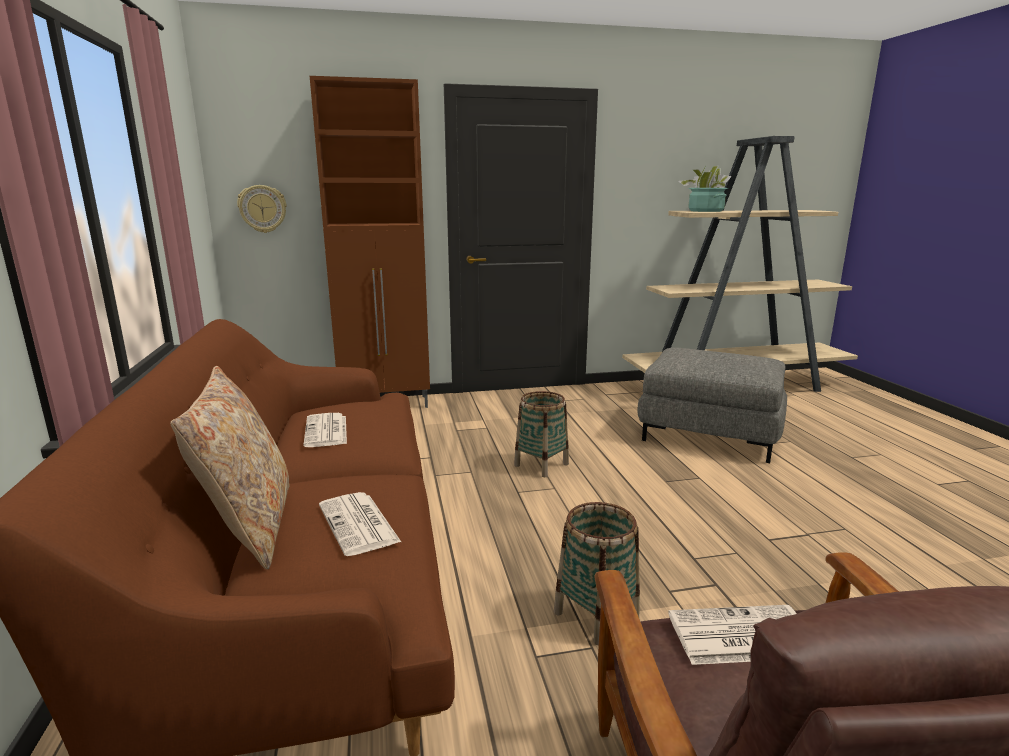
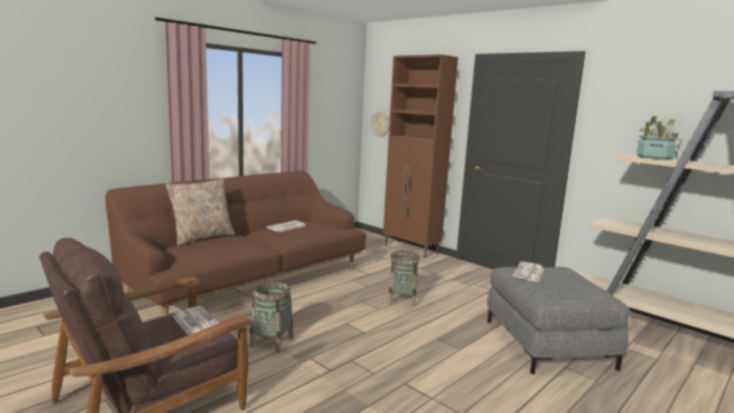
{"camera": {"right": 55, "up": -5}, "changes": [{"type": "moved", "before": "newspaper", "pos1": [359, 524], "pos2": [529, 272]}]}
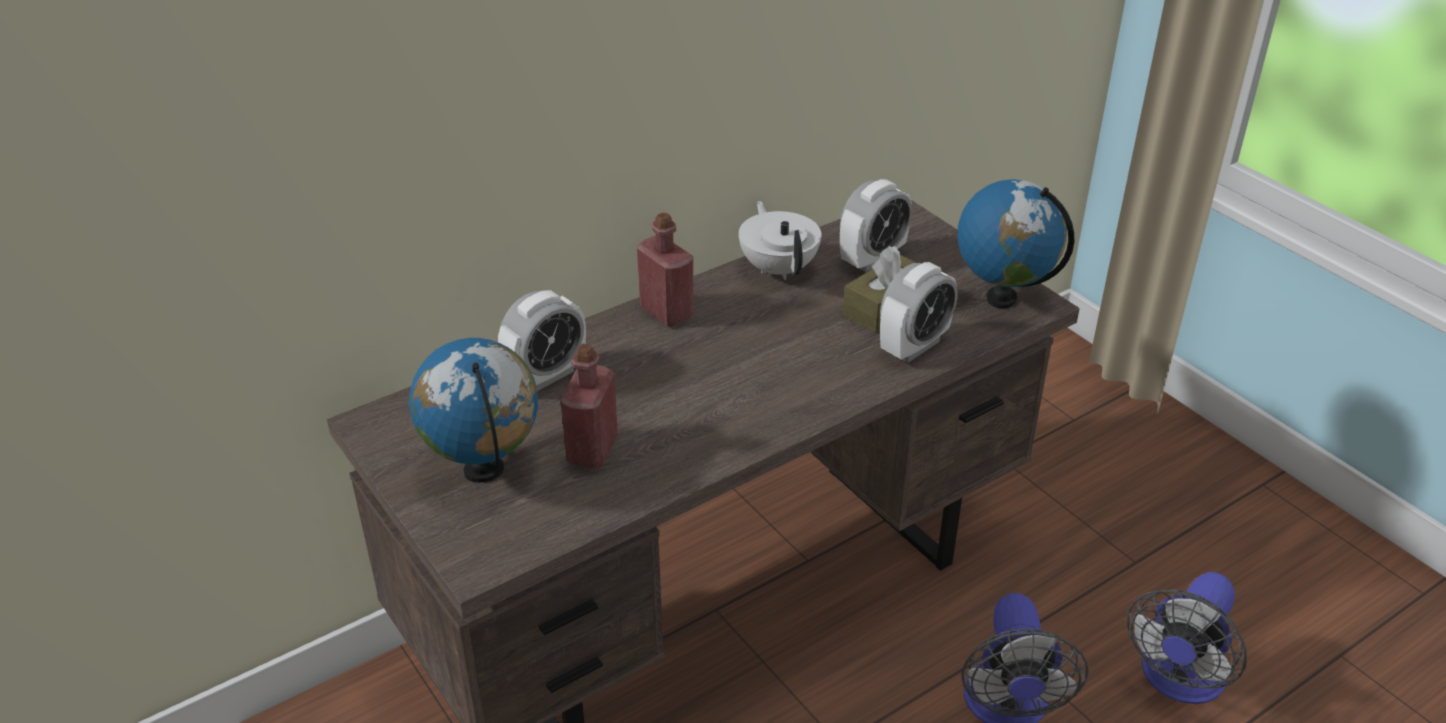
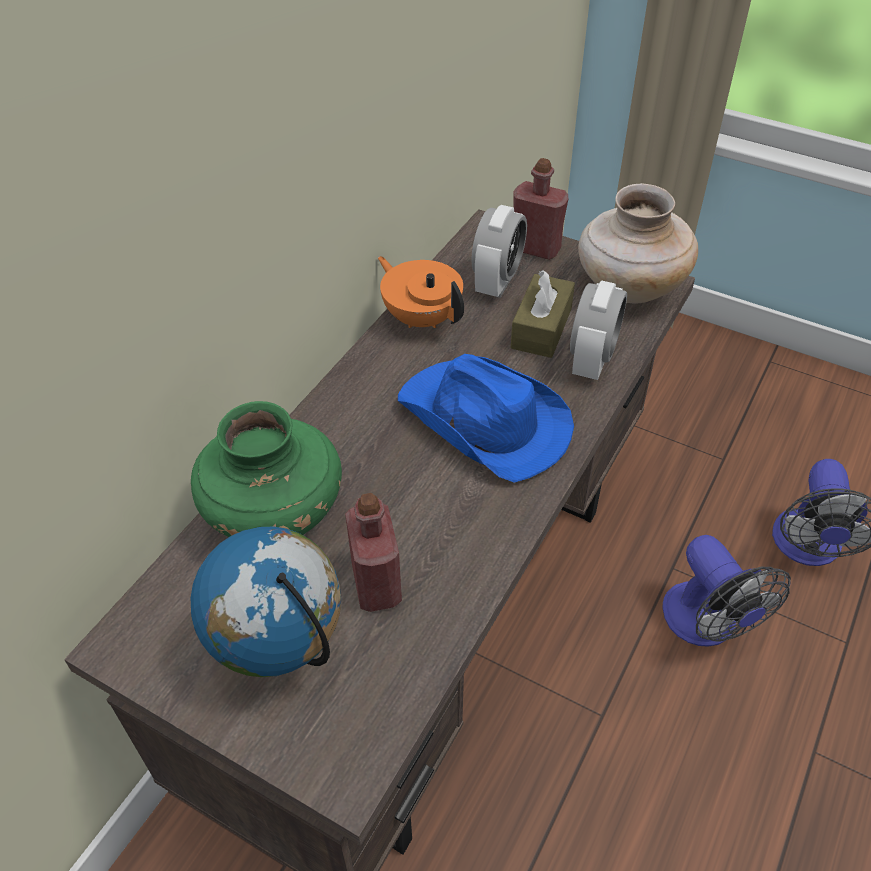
{"camera": {"right": -25, "up": 10}, "changes": [{"type": "replaced", "before": "bedside clock", "after": "green-coloured vase", "pos1": [546, 376], "pos2": [275, 515]}, {"type": "recoloured", "before": "whitish tea pot", "after": "orange-coloured tea pot", "pos1": [779, 268], "pos2": [422, 317]}, {"type": "added", "after": "blue-coloured wearable hat", "pos2": [484, 422]}, {"type": "moved", "before": "red-coloured bottle", "pos1": [666, 312], "pos2": [536, 248]}, {"type": "replaced", "before": "world globe", "after": "beige vase", "pos1": [1001, 298], "pos2": [629, 287]}]}
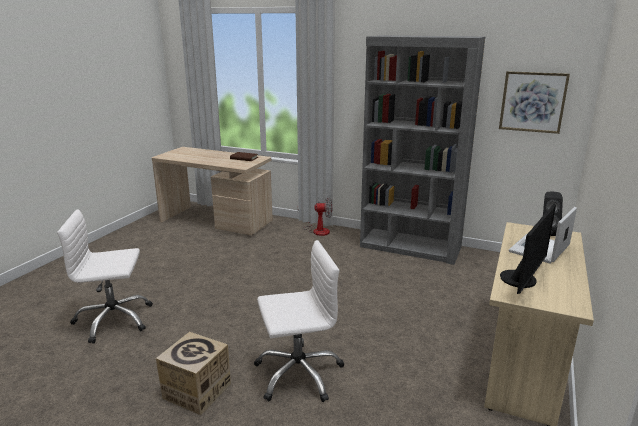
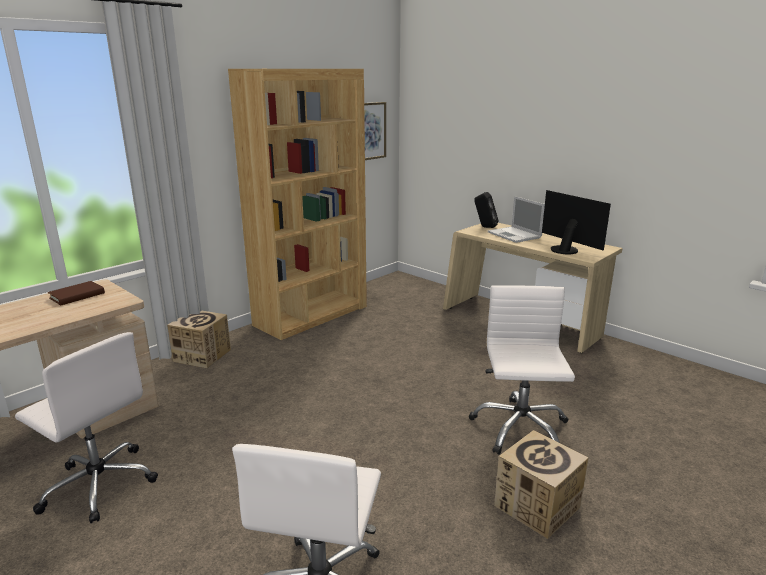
{"camera": {"right": -70, "up": 0}, "changes": [{"type": "added", "after": "whitish desk chair", "pos2": [99, 484]}, {"type": "replaced", "before": "cooling fan", "after": "cardboard box", "pos1": [317, 230], "pos2": [202, 355]}, {"type": "recoloured", "before": "gray bookcase", "after": "brown-coloured bookcase", "pos1": [410, 247], "pos2": [311, 315]}]}
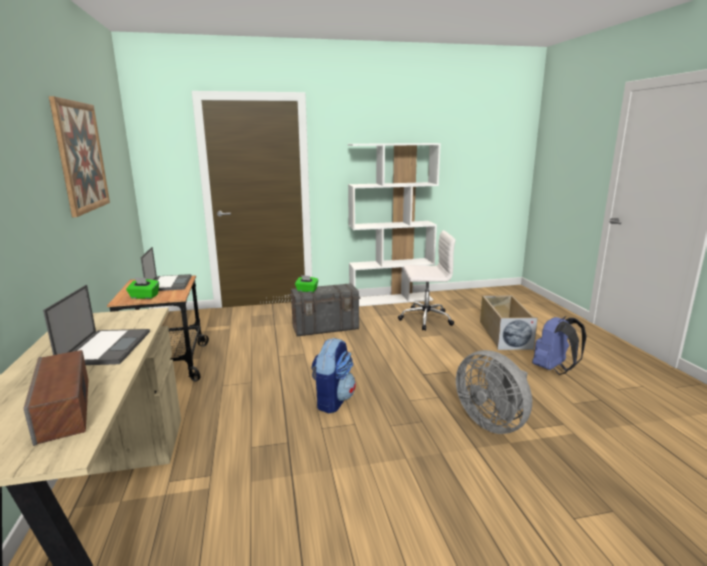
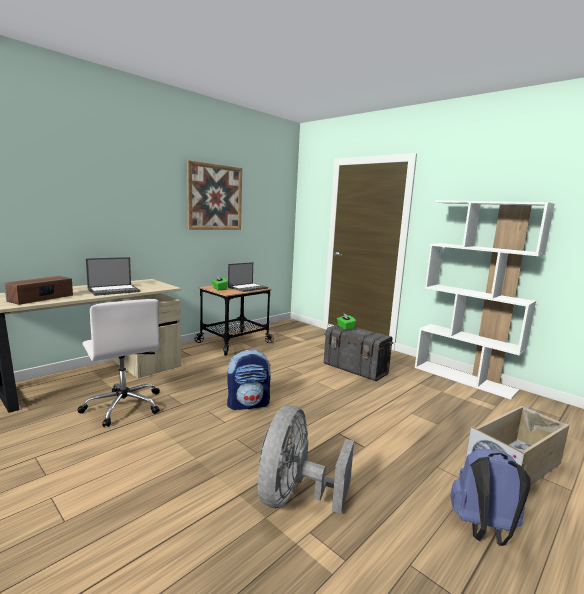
{"camera": {"right": 55, "up": -5}, "changes": [{"type": "moved", "before": "whitish desk chair", "pos1": [424, 319], "pos2": [123, 406]}]}
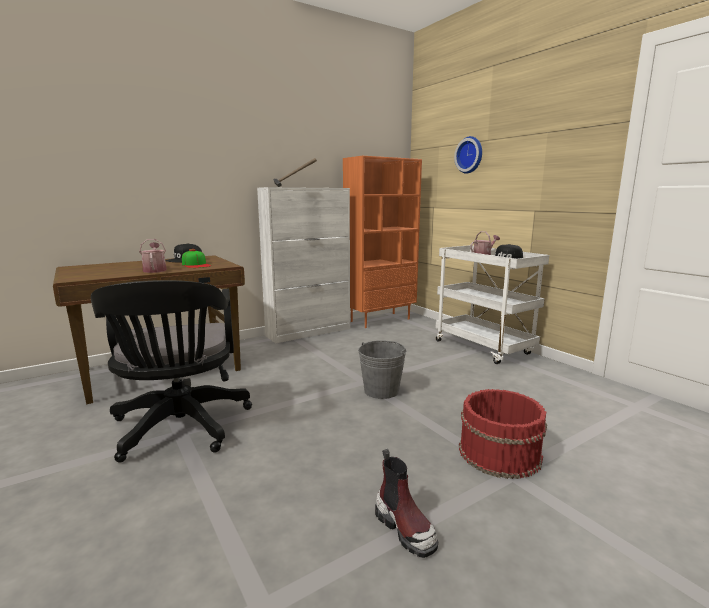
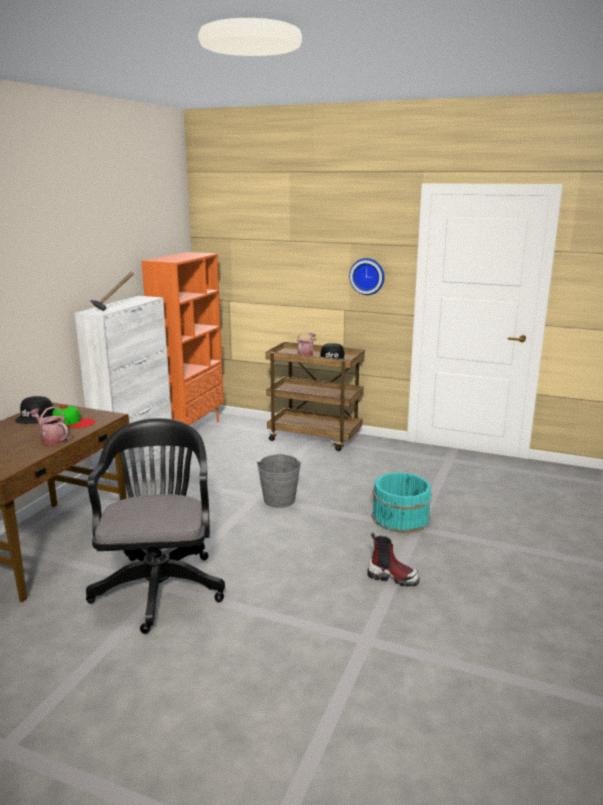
{"camera": {"right": -35, "up": 5}, "changes": [{"type": "turned", "before": "black-coloured desk chair", "pos1": [180, 429], "pos2": [160, 584], "turn": -135}, {"type": "recoloured", "before": "whitish wheeled cart", "after": "brown-coloured wheeled cart", "pos1": [484, 348], "pos2": [315, 438]}, {"type": "moved", "before": "clock on the wall", "pos1": [470, 155], "pos2": [367, 276]}, {"type": "recoloured", "before": "red-coloured pail", "after": "turquoise-coloured pail", "pos1": [498, 452], "pos2": [399, 517]}]}
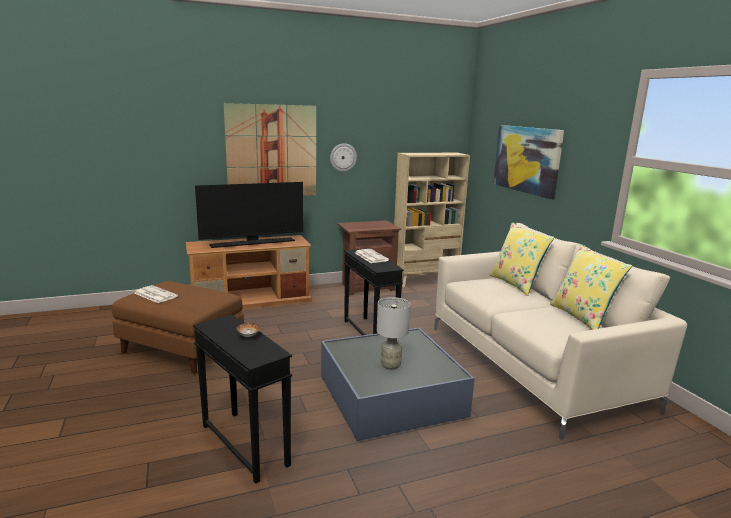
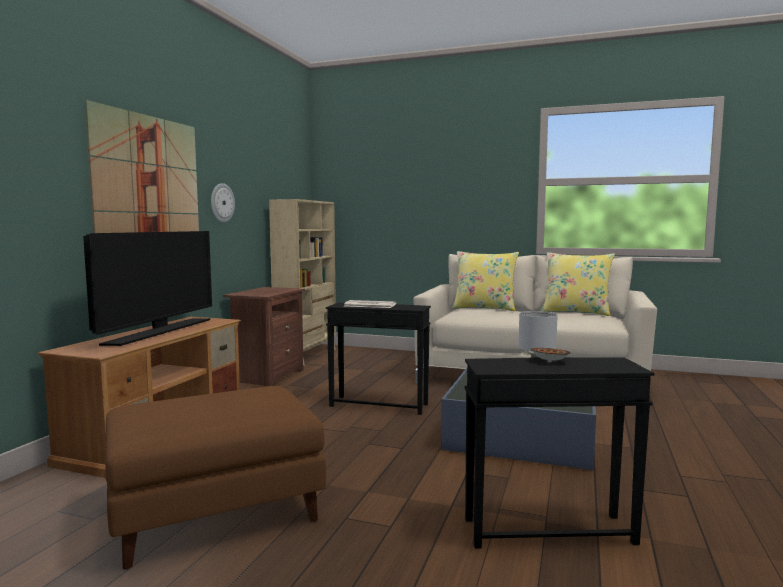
{"camera": {"right": -50, "up": -10}, "changes": [{"type": "removed", "before": "newspaper", "pos1": [155, 295]}, {"type": "removed", "before": "wall art", "pos1": [526, 159]}]}
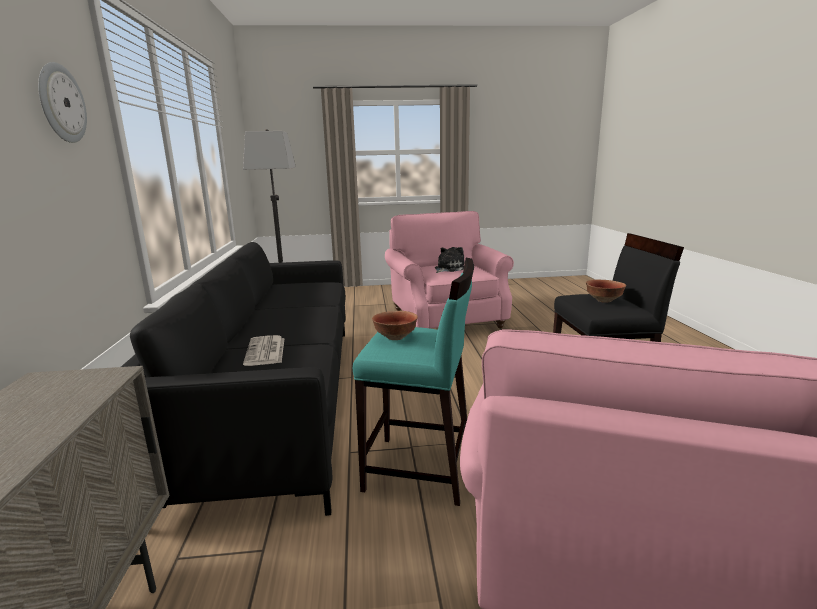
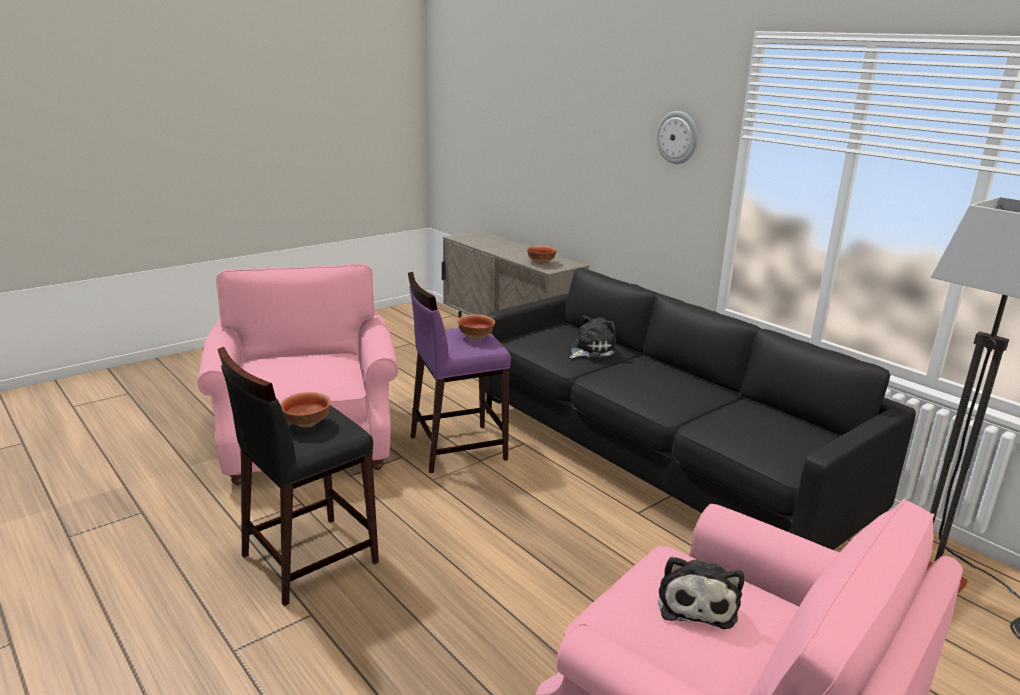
{"camera": {"right": 145, "up": 5}, "changes": [{"type": "recoloured", "before": "turquoise-coloured stool", "after": "purple stool", "pos1": [419, 470], "pos2": [456, 447]}, {"type": "added", "after": "serving bowl", "pos2": [540, 263]}, {"type": "replaced", "before": "newspaper", "after": "cuddly toy", "pos1": [266, 351], "pos2": [590, 350]}]}
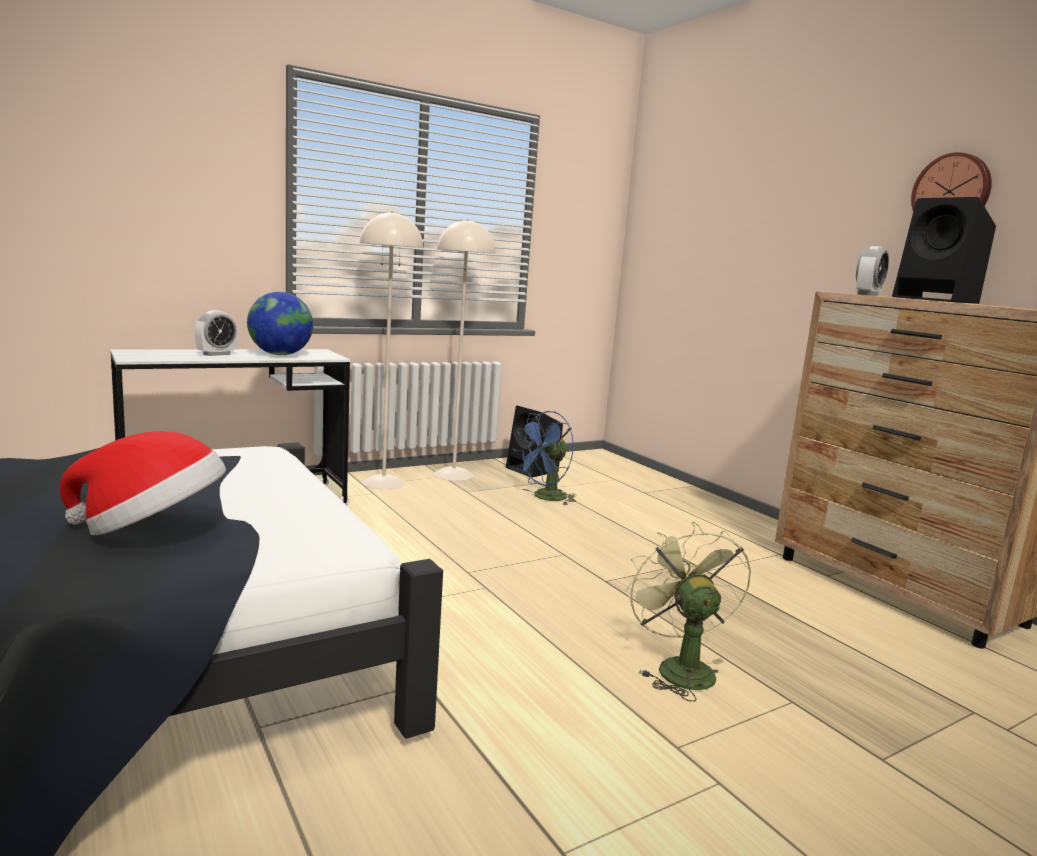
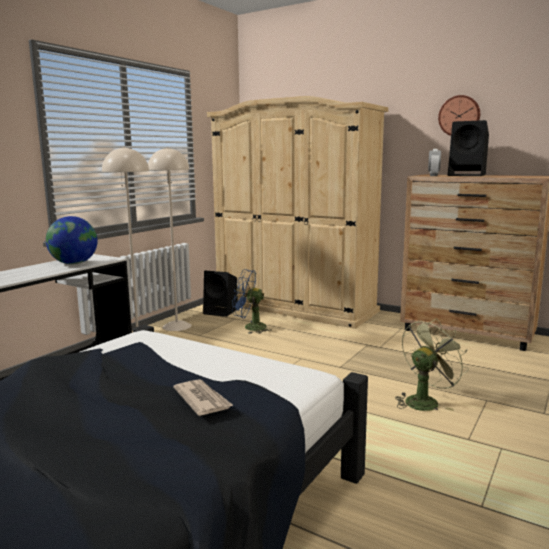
{"camera": {"right": -25, "up": 0}, "changes": [{"type": "replaced", "before": "wearable hat", "after": "newspaper", "pos1": [152, 528], "pos2": [202, 399]}, {"type": "added", "after": "beige clothes cupboard", "pos2": [294, 307]}, {"type": "turned", "before": "blue-coloured cooling fan", "pos1": [545, 498], "pos2": [250, 327], "turn": 75}, {"type": "turned", "before": "green-coloured cooling fan", "pos1": [678, 667], "pos2": [425, 401], "turn": 90}, {"type": "removed", "before": "bedside clock", "pos1": [216, 354]}]}
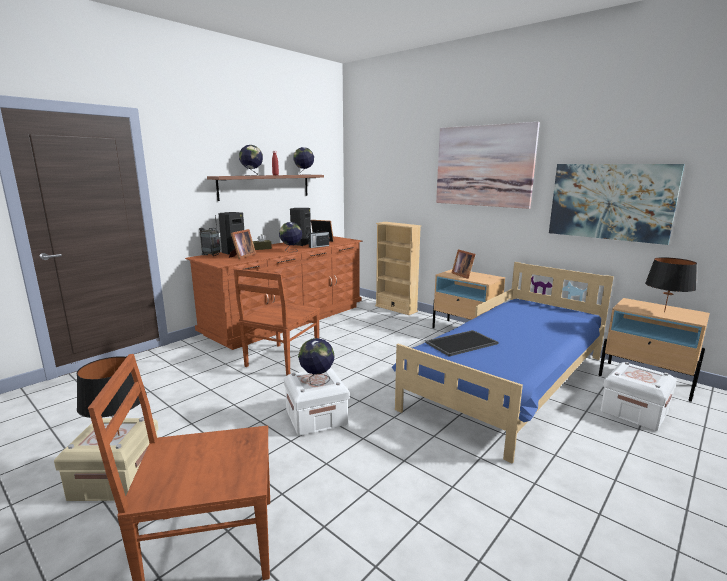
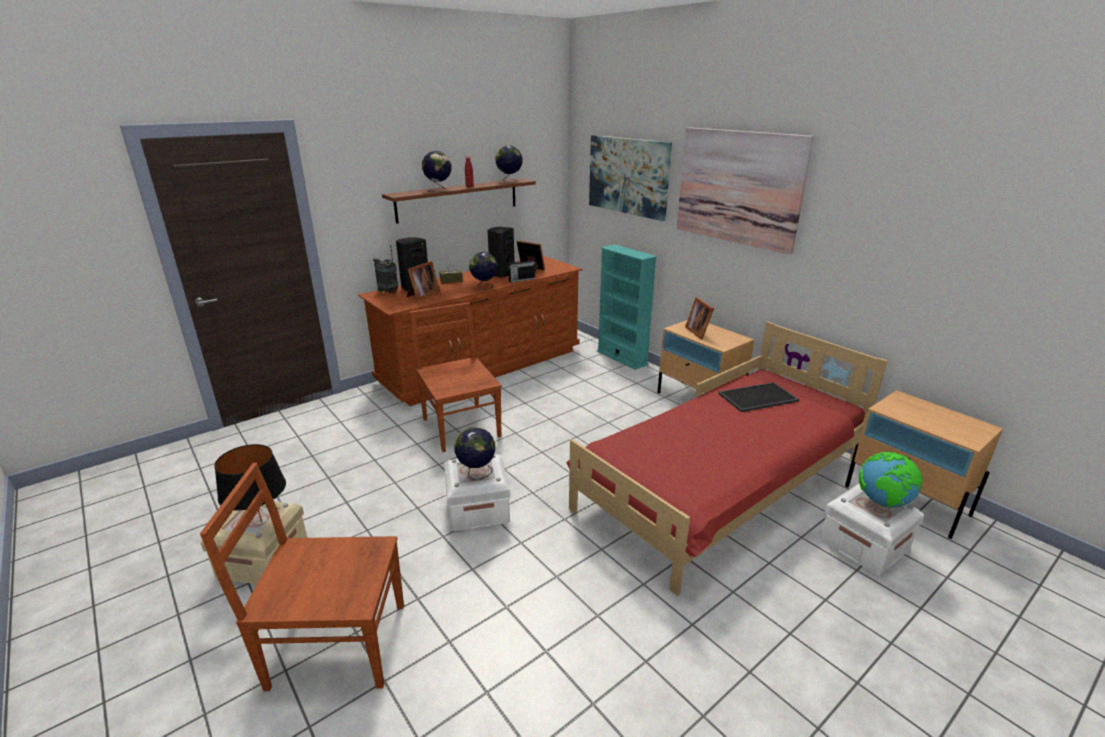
{"camera": {"right": 10, "up": 10}, "changes": [{"type": "turned", "before": "brown-coloured upright chair", "pos1": [281, 360], "pos2": [460, 426], "turn": 120}, {"type": "recoloured", "before": "blue-coloured bed", "after": "red-coloured bed", "pos1": [510, 382], "pos2": [723, 485]}, {"type": "moved", "before": "wall art", "pos1": [610, 201], "pos2": [628, 176]}, {"type": "recoloured", "before": "beige bookcase", "after": "turquoise-coloured bookcase", "pos1": [396, 308], "pos2": [622, 357]}, {"type": "moved", "before": "carrying tray", "pos1": [461, 344], "pos2": [758, 398]}, {"type": "added", "after": "world globe", "pos2": [883, 502]}, {"type": "removed", "before": "black-coloured lamp for a table", "pos1": [664, 312]}]}
